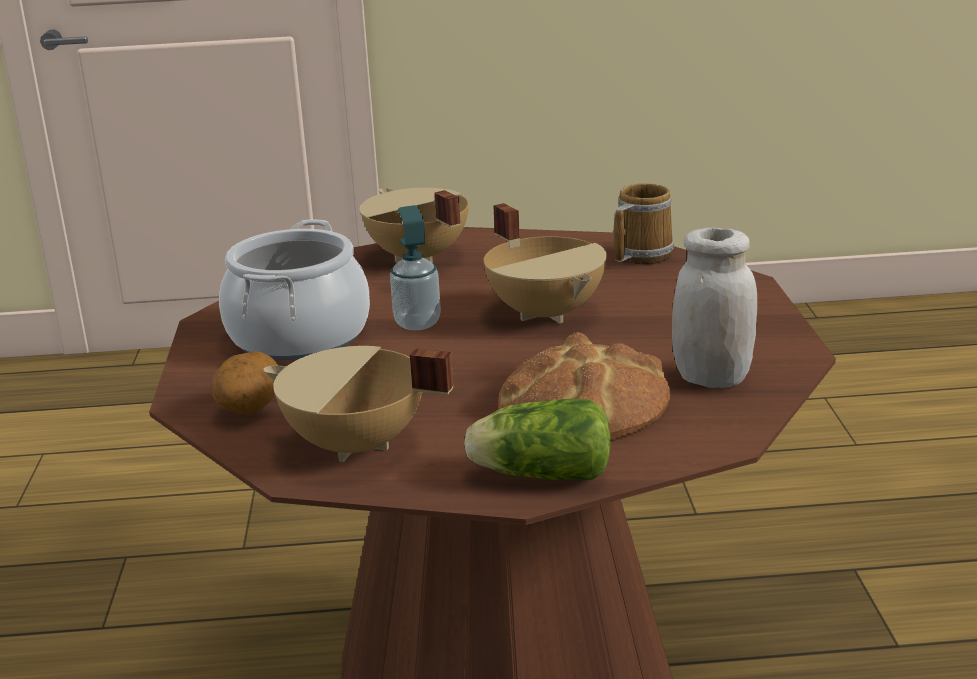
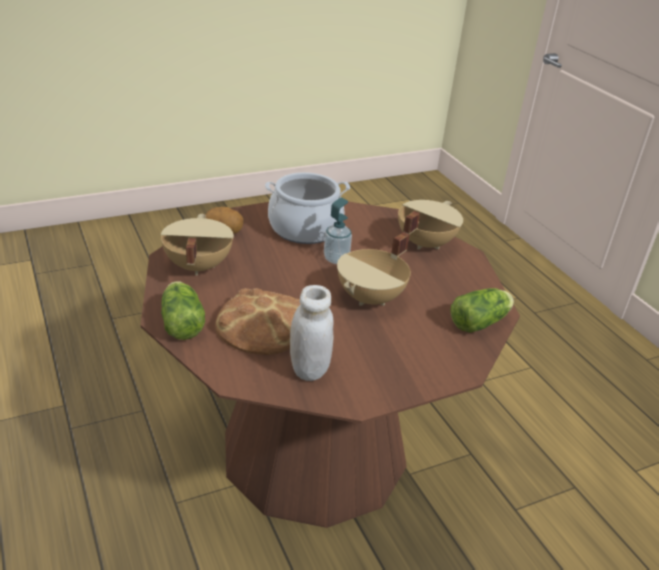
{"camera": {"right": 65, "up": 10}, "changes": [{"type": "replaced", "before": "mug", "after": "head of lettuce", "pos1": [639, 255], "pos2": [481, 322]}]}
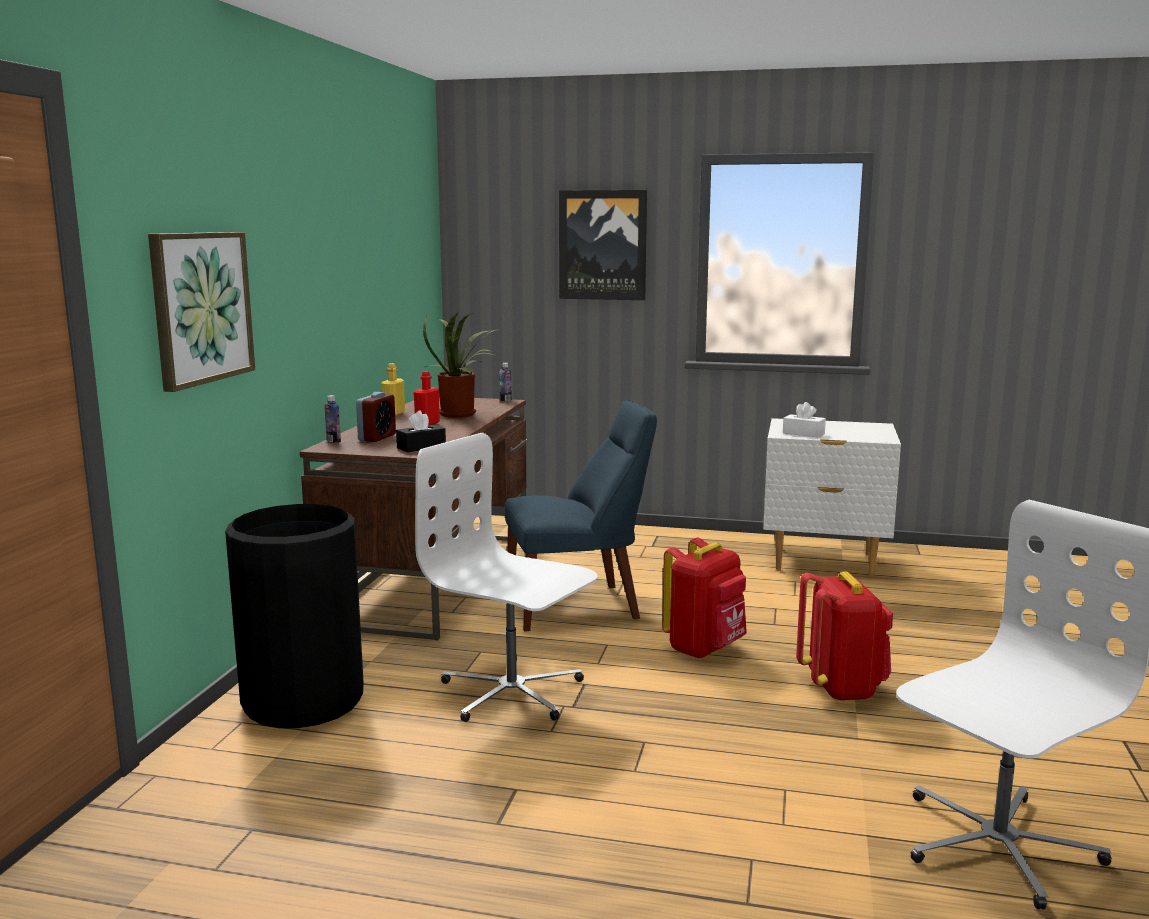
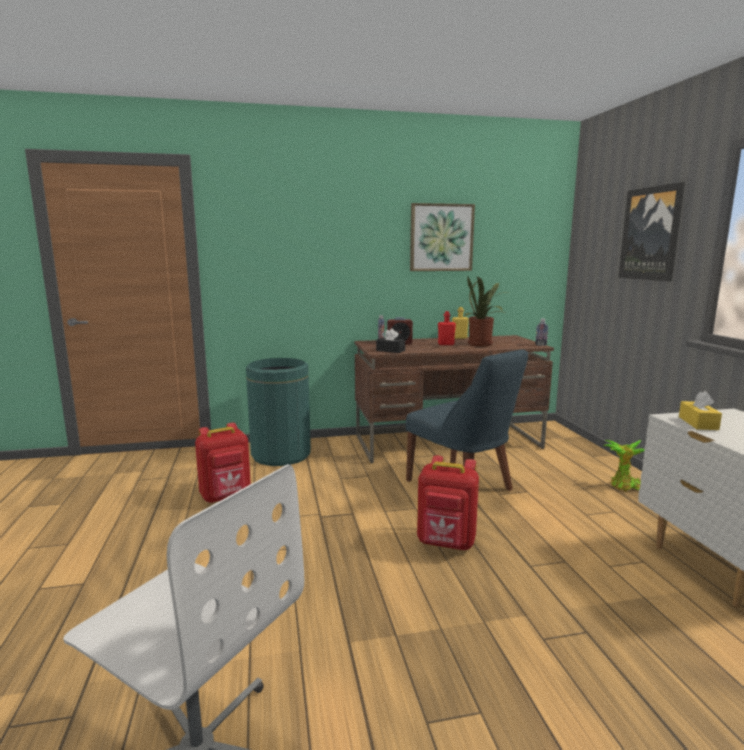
{"camera": {"right": 65, "up": 0}, "changes": [{"type": "moved", "before": "red-coloured knapsack", "pos1": [842, 688], "pos2": [226, 497]}, {"type": "recoloured", "before": "black-coloured trash can", "after": "green-coloured trash can", "pos1": [304, 701], "pos2": [281, 455]}, {"type": "moved", "before": "wall art", "pos1": [201, 307], "pos2": [441, 237]}, {"type": "added", "after": "potted plant", "pos2": [624, 486]}, {"type": "recoloured", "before": "whitish tissue holder", "after": "yellow-coloured tissue holder", "pos1": [803, 433], "pos2": [698, 423]}, {"type": "removed", "before": "whitish desk chair", "pos1": [511, 692]}]}
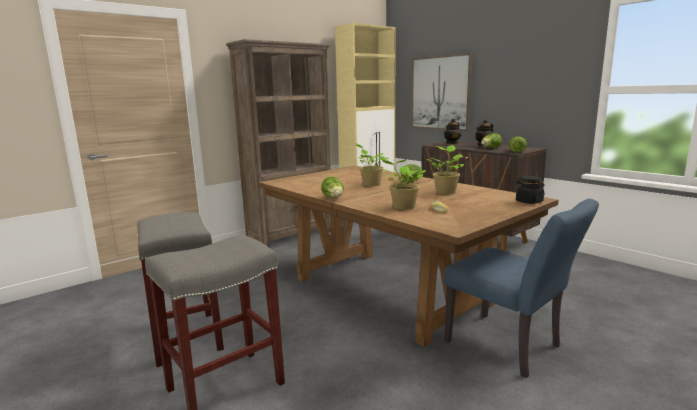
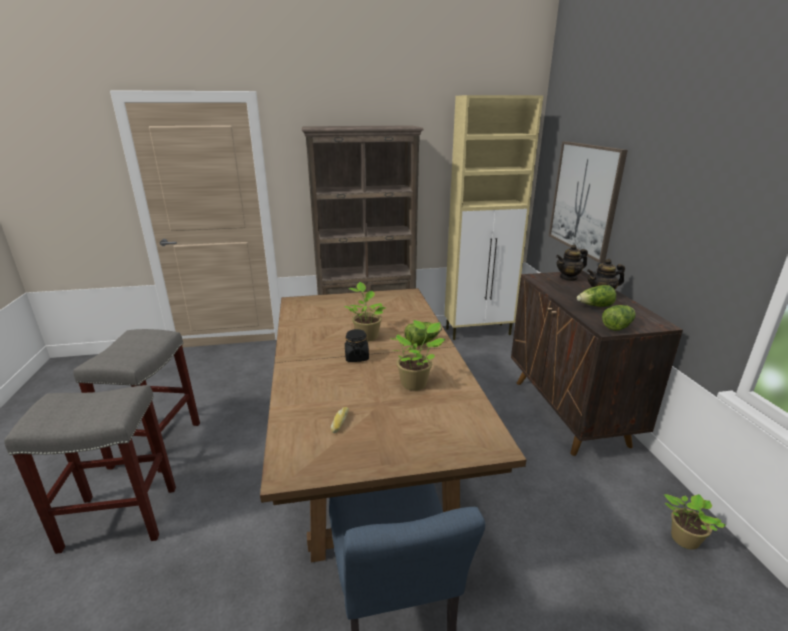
{"camera": {"right": 30, "up": 10}, "changes": [{"type": "moved", "before": "black-coloured storage jar", "pos1": [529, 202], "pos2": [356, 357]}, {"type": "moved", "before": "potted plant", "pos1": [402, 207], "pos2": [682, 539]}, {"type": "removed", "before": "head of lettuce", "pos1": [334, 198]}]}
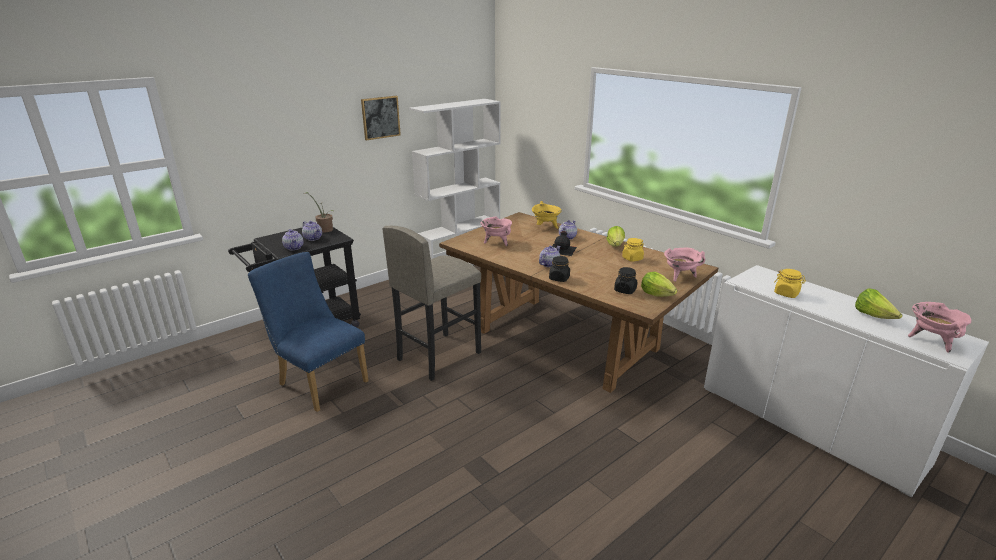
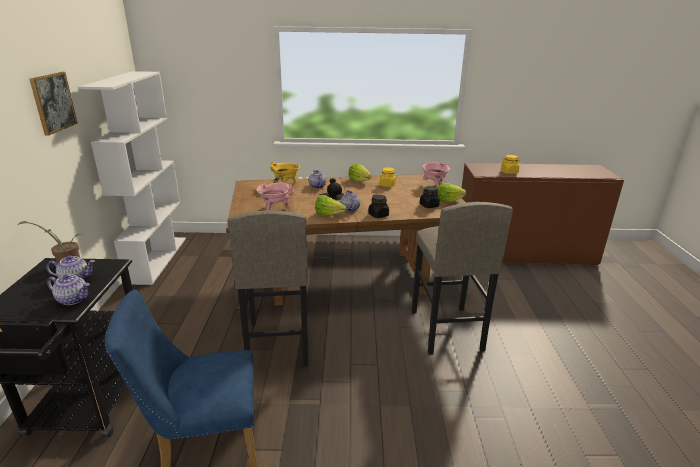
{"camera": {"right": -50, "up": 0}, "changes": [{"type": "moved", "before": "head of lettuce", "pos1": [873, 316], "pos2": [328, 214]}, {"type": "added", "after": "gray stool", "pos2": [446, 330]}, {"type": "recoloured", "before": "whitish cupboard", "after": "brown-coloured cupboard", "pos1": [808, 424], "pos2": [524, 254]}, {"type": "removed", "before": "pinkish cooking pot", "pos1": [931, 341]}]}
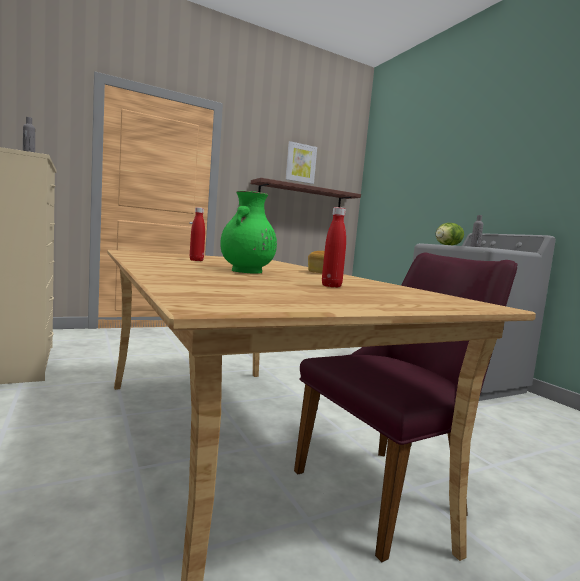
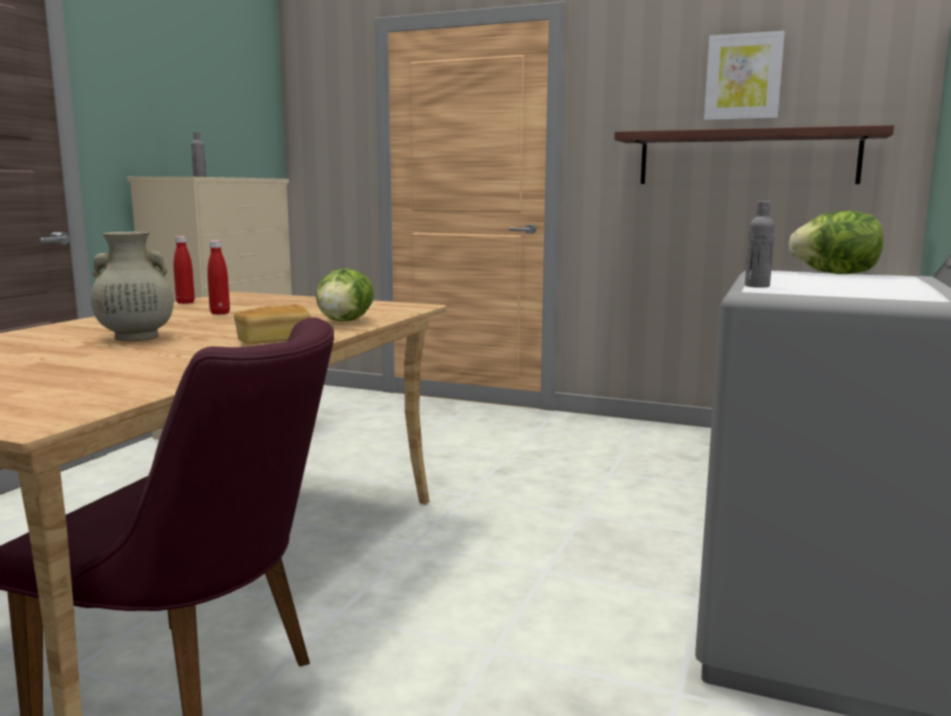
{"camera": {"right": 50, "up": 5}, "changes": [{"type": "recoloured", "before": "green-coloured vase", "after": "beige vase", "pos1": [246, 271], "pos2": [135, 337]}, {"type": "moved", "before": "red-coloured bottle", "pos1": [331, 286], "pos2": [185, 302]}, {"type": "added", "after": "head of lettuce", "pos2": [344, 321]}]}
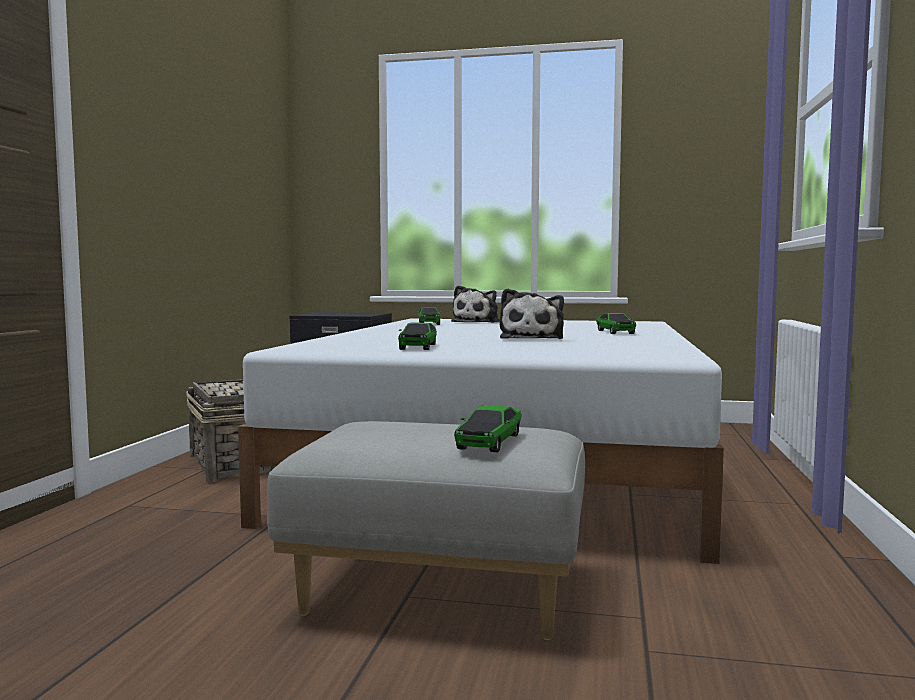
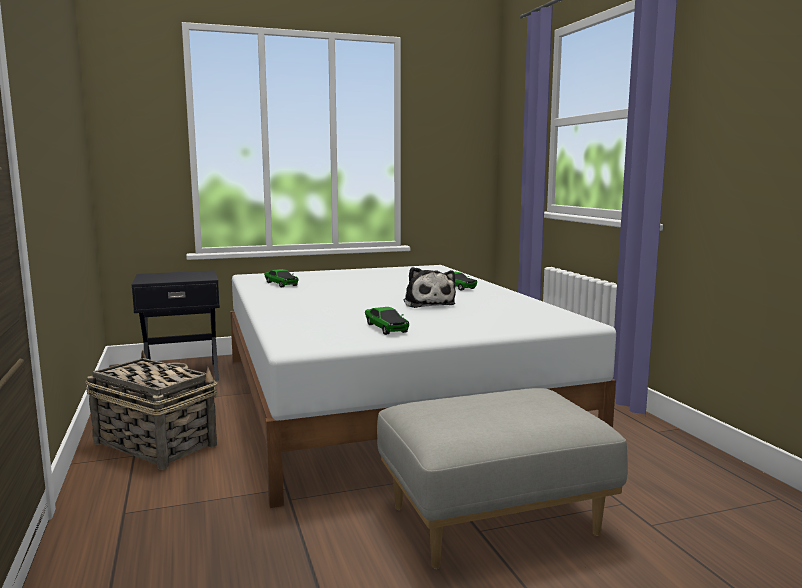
{"camera": {"right": -30, "up": 5}, "changes": [{"type": "removed", "before": "cuddly toy", "pos1": [478, 322]}, {"type": "removed", "before": "model car", "pos1": [490, 442]}]}
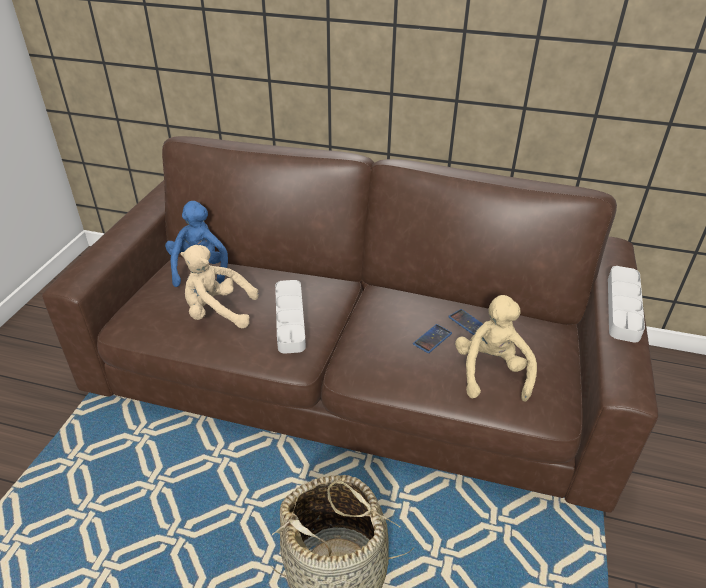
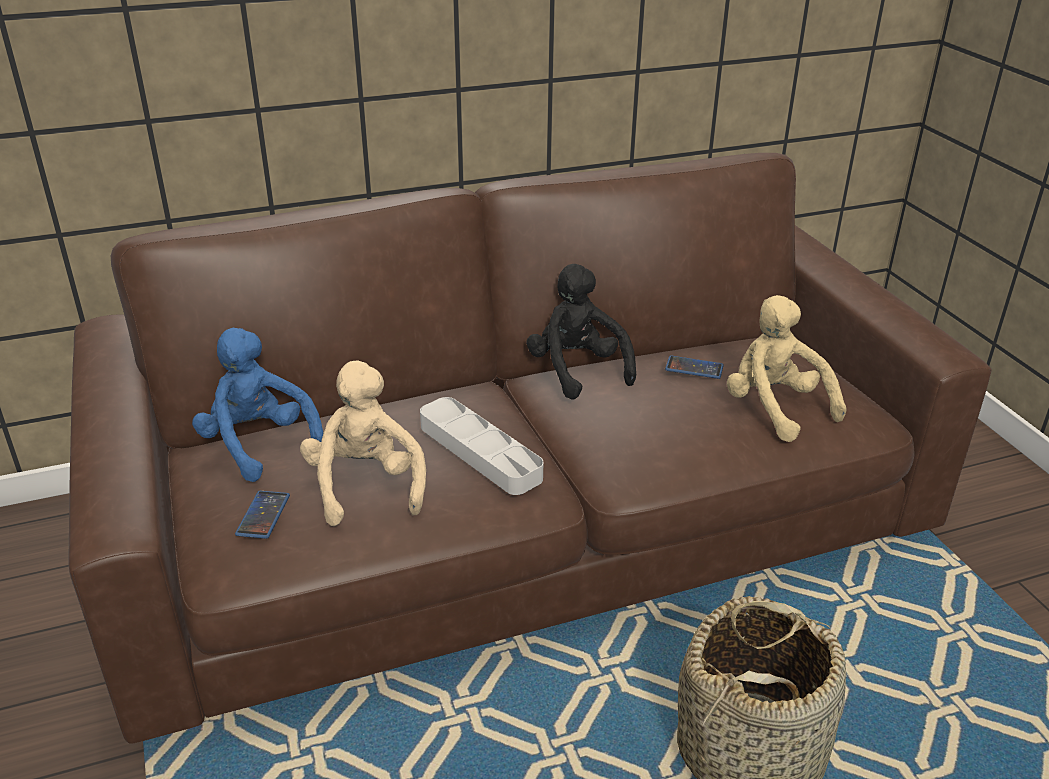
{"camera": {"right": -35, "up": -5}, "changes": [{"type": "moved", "before": "phone", "pos1": [432, 339], "pos2": [263, 515]}, {"type": "turned", "before": "beige cuddly toy", "pos1": [218, 312], "pos2": [366, 485], "turn": 105}, {"type": "added", "after": "black-coloured cuddly toy", "pos2": [577, 370]}, {"type": "removed", "before": "gray carrying tray", "pos1": [623, 307]}]}
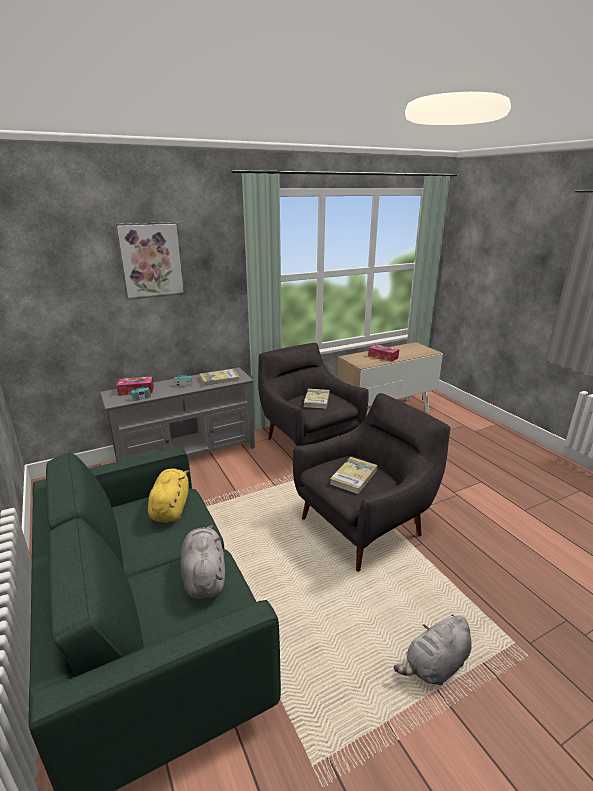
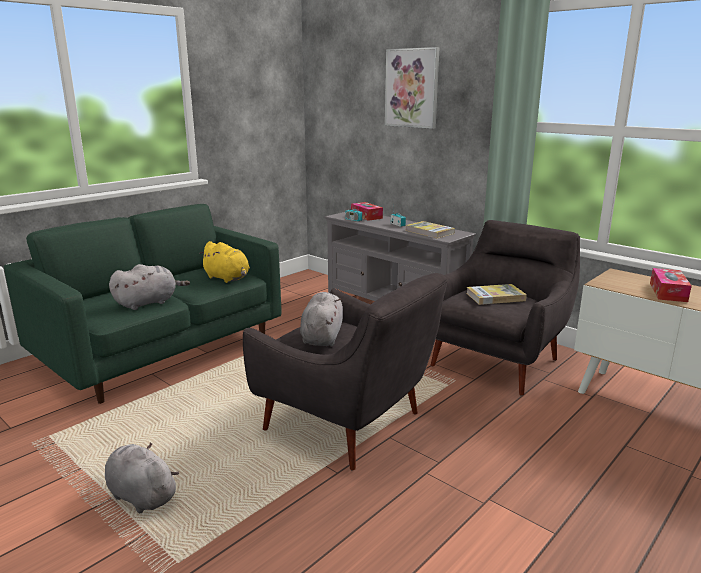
{"camera": {"right": 70, "up": -5}, "changes": [{"type": "turned", "before": "yellow-coloured cuddly toy", "pos1": [171, 508], "pos2": [228, 278], "turn": 60}, {"type": "replaced", "before": "bound book", "after": "gray cuddly toy", "pos1": [354, 477], "pos2": [322, 336]}]}
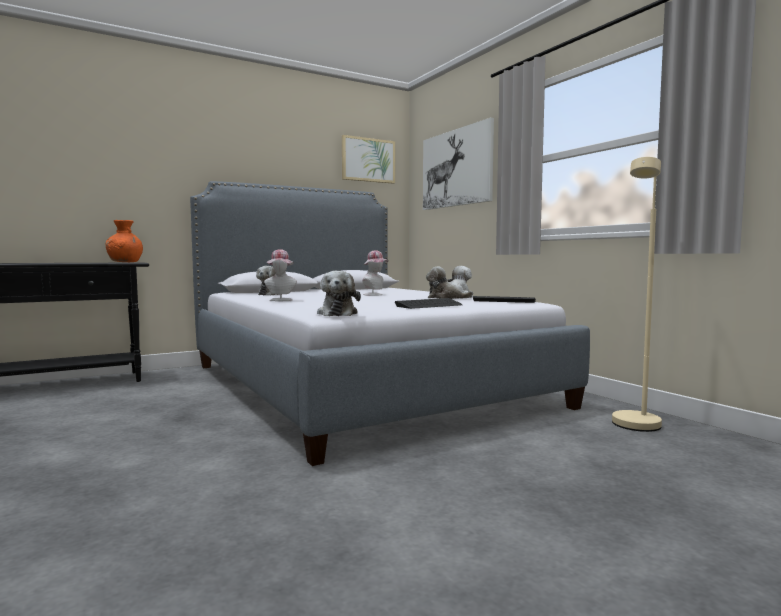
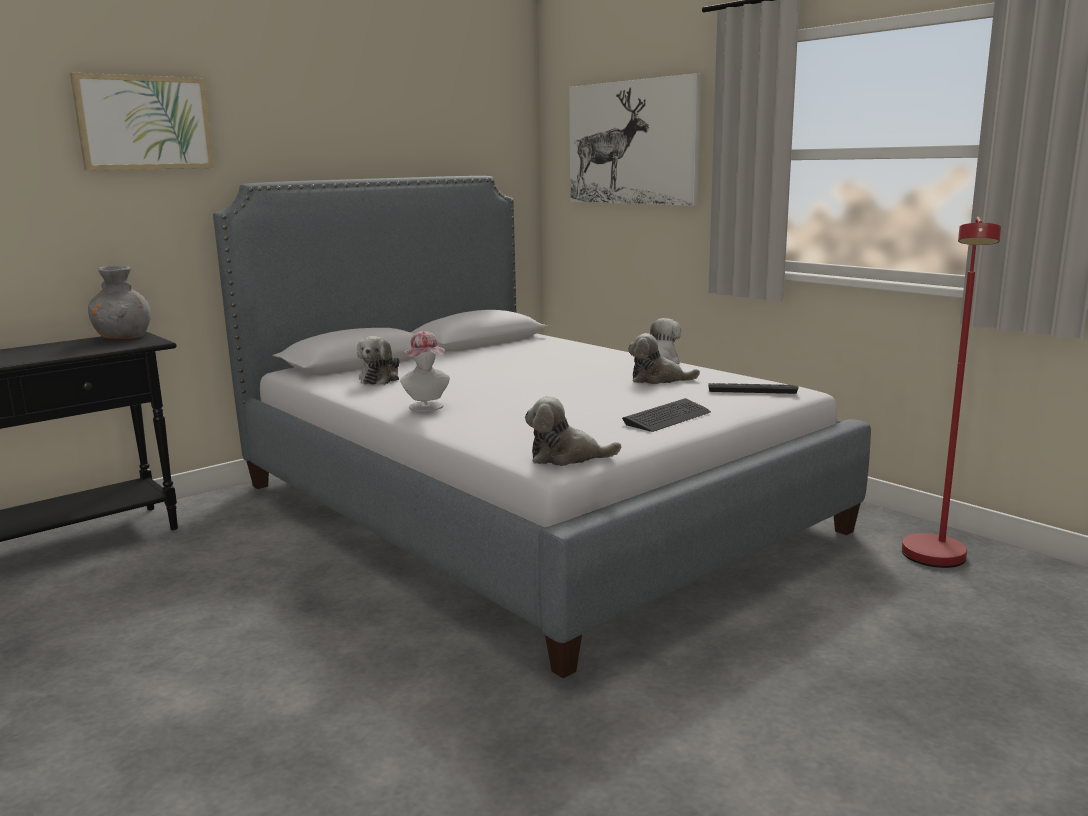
{"camera": {"right": -10, "up": 10}, "changes": [{"type": "moved", "before": "wall art", "pos1": [368, 160], "pos2": [144, 123]}, {"type": "recoloured", "before": "orange-coloured vase", "after": "gray vase", "pos1": [125, 262], "pos2": [124, 337]}, {"type": "turned", "before": "cuddly toy", "pos1": [338, 313], "pos2": [566, 457], "turn": 105}, {"type": "recoloured", "before": "beige standing lamp", "after": "red-coloured standing lamp", "pos1": [635, 428], "pos2": [935, 562]}, {"type": "removed", "before": "wearable hat", "pos1": [375, 294]}]}
